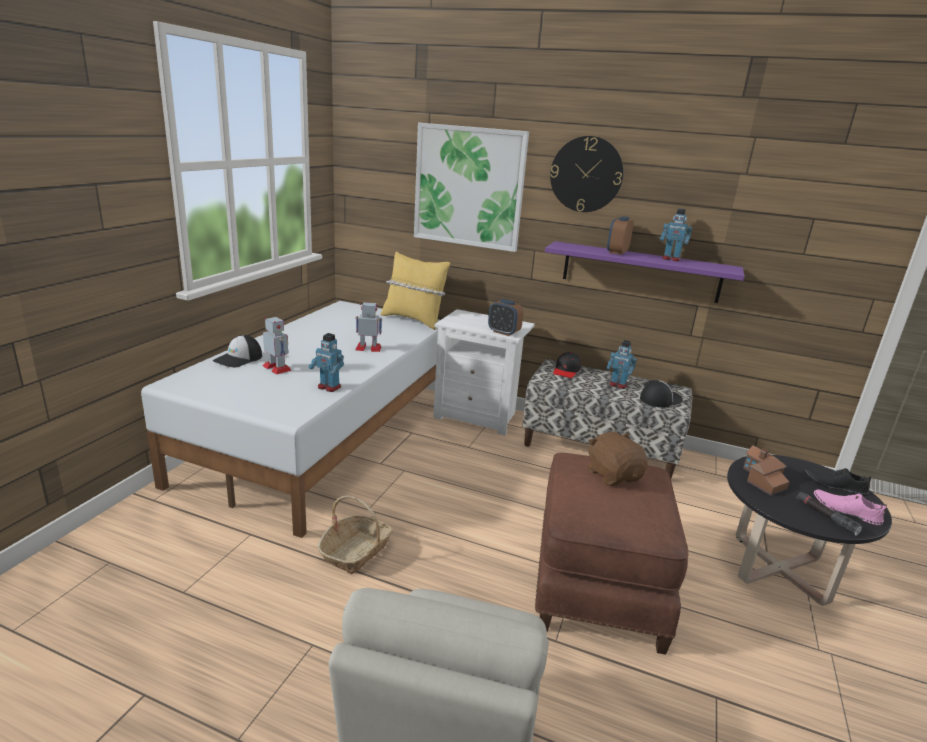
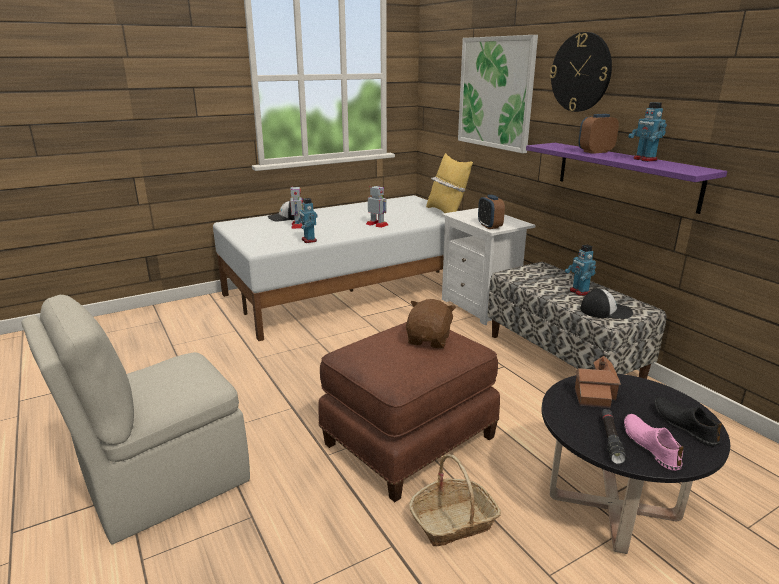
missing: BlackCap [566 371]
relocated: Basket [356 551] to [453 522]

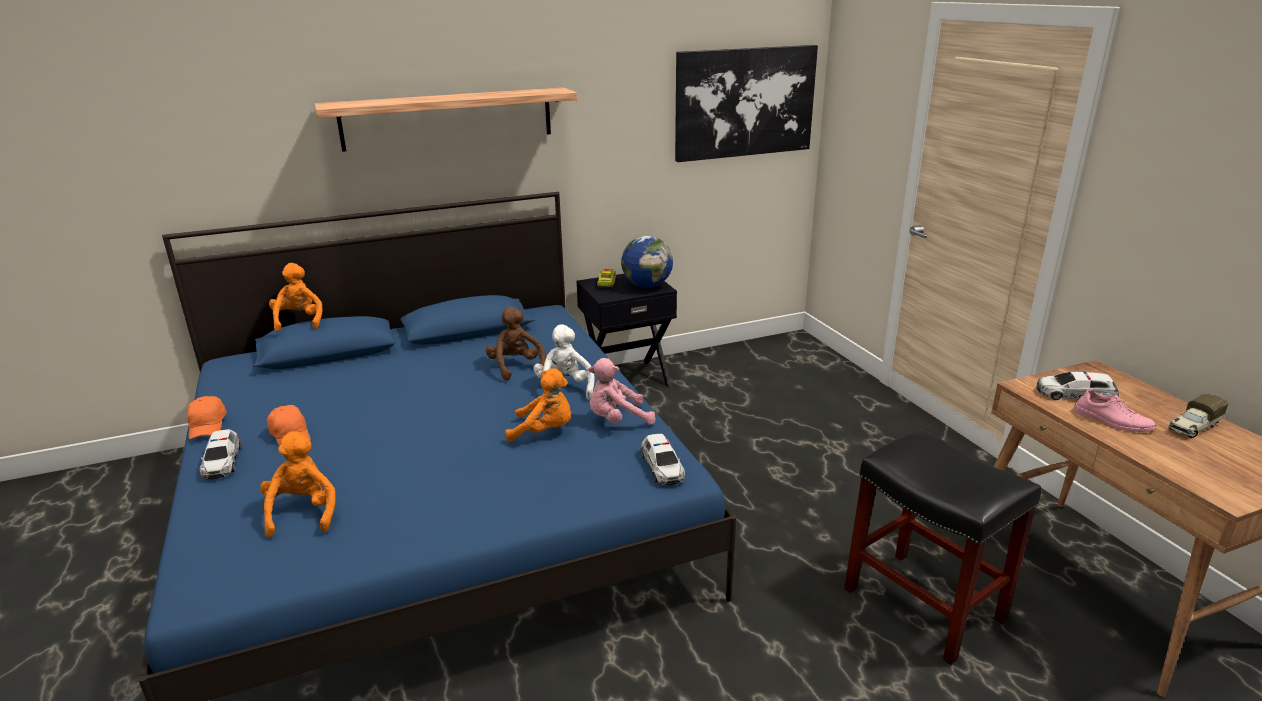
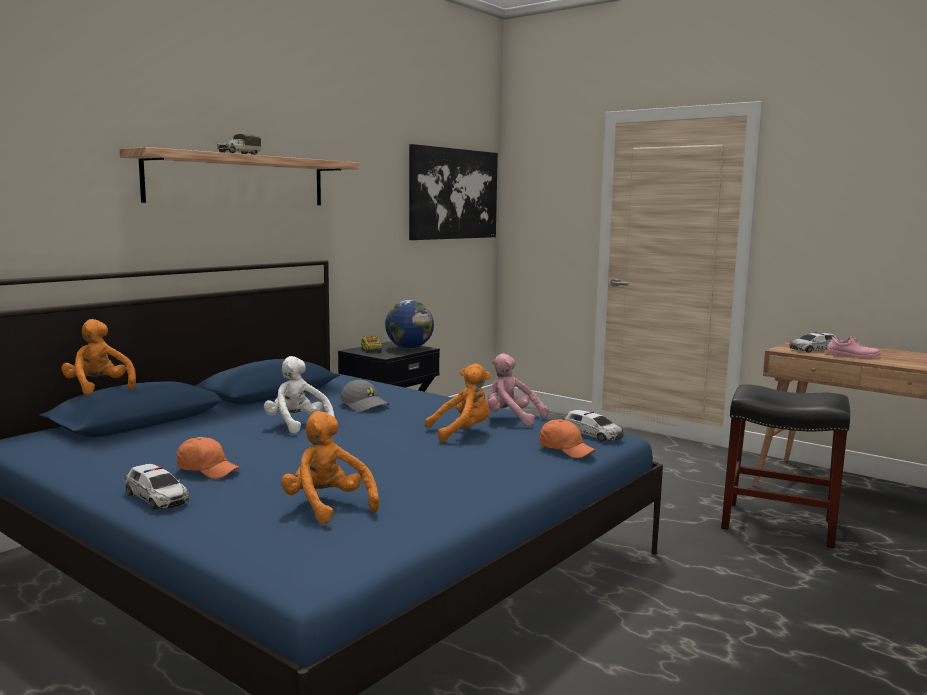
relocated: OrangeCap [208 426] to [566 450]; WhitePlushToy [564 388] to [297 425]; ToyTruck [1192 428] to [238 154]
exchanged: BrownPlushToy [516 367] to GreyCap [365 405]
spun: PinkPlushToy [617 420] = [511 419] 75 degrees clockwise

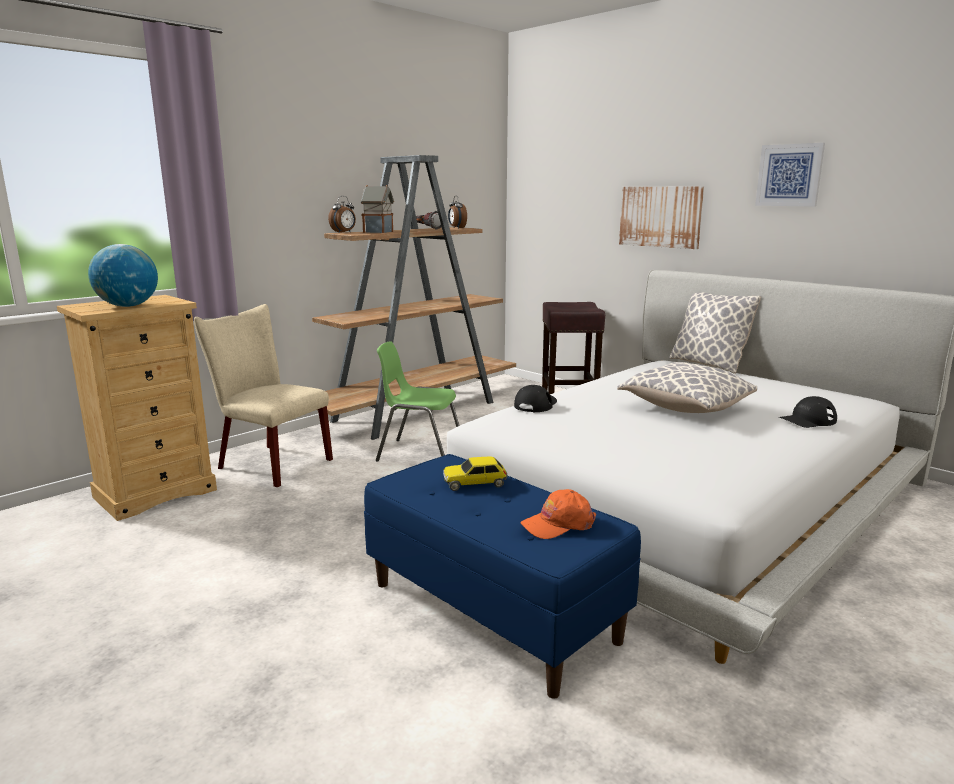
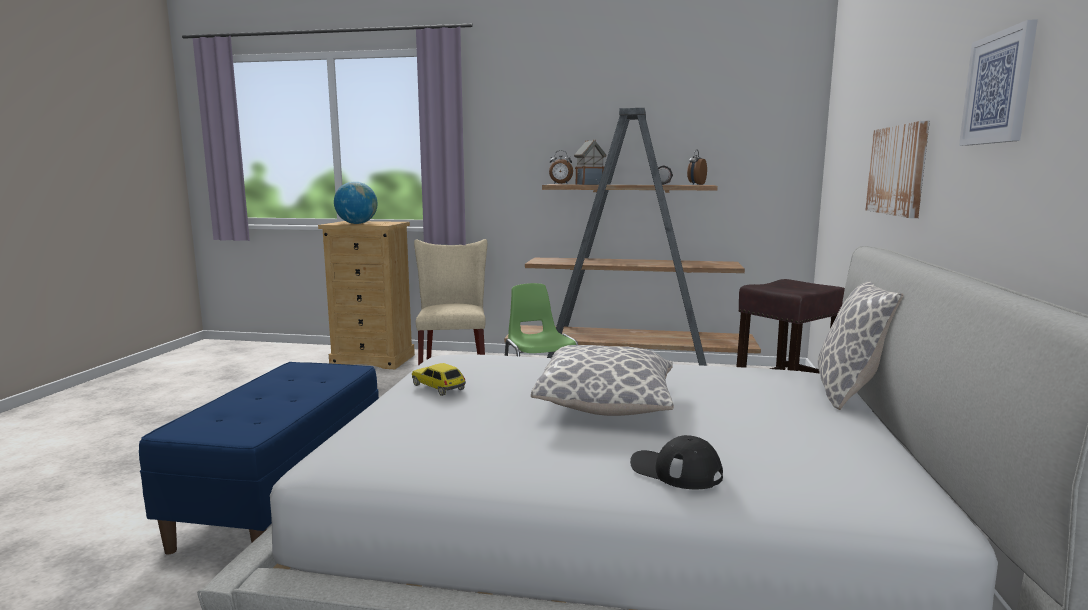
missing: BlackCap [536 404]; OrangeCap [558 524]
relocated: ToyCar [475 483] to [439 387]

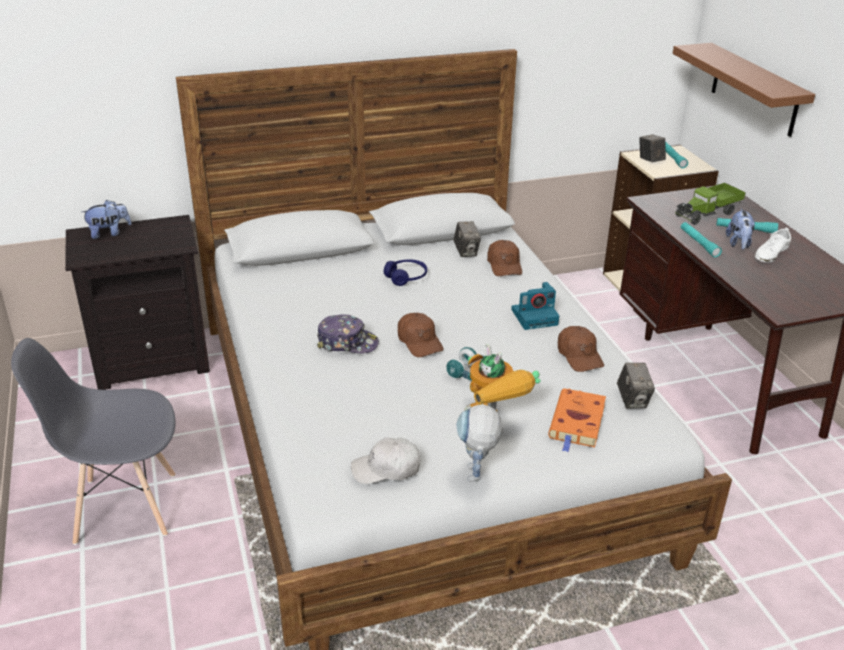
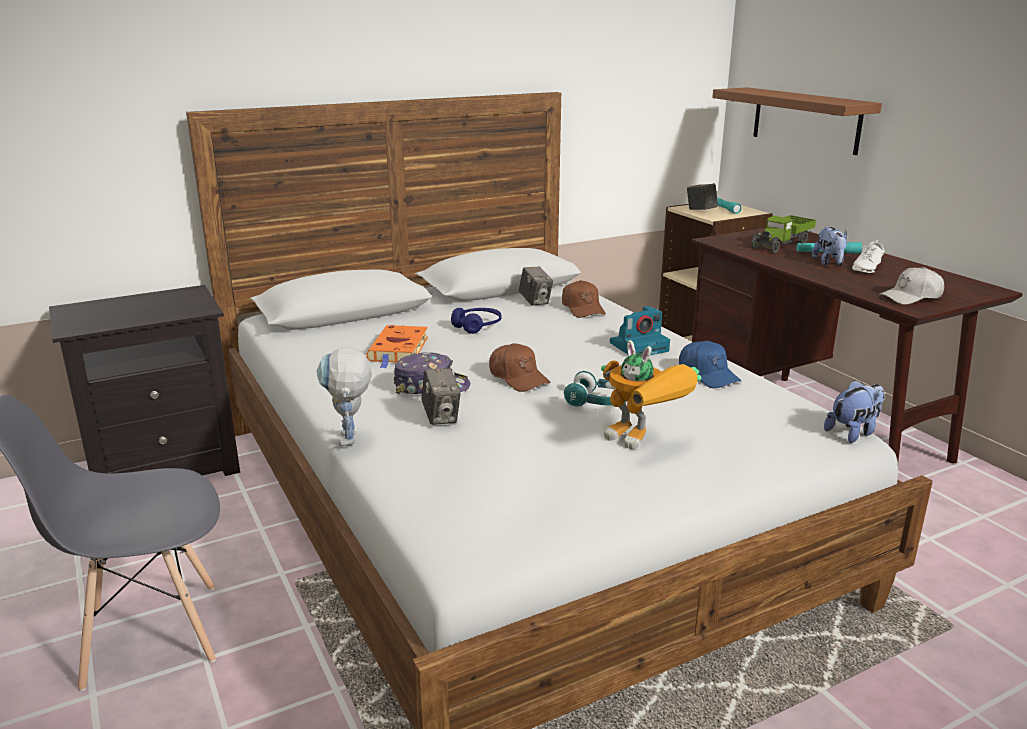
missing: TurquoiseFlashlight [699 243]
relocated: PlushToy [109 233] to [853 432]; WhiteCap [386 469] to [911 297]; ToyRobot [476 478] to [350 443]; OrangeBook [577 423] to [398 350]; PhotoCamera [632 400] to [441 417]
colour: BrownCap [579 355] to BlueCap [708 375]

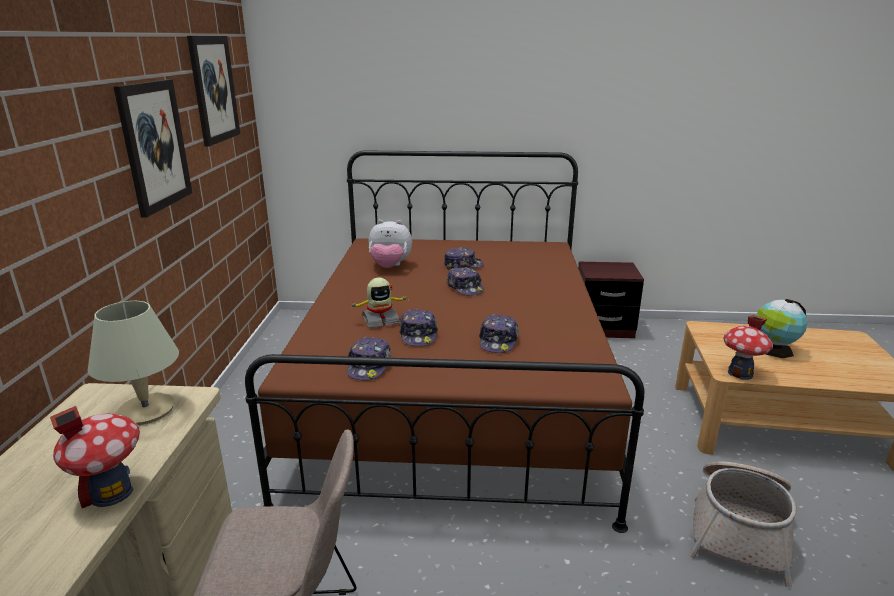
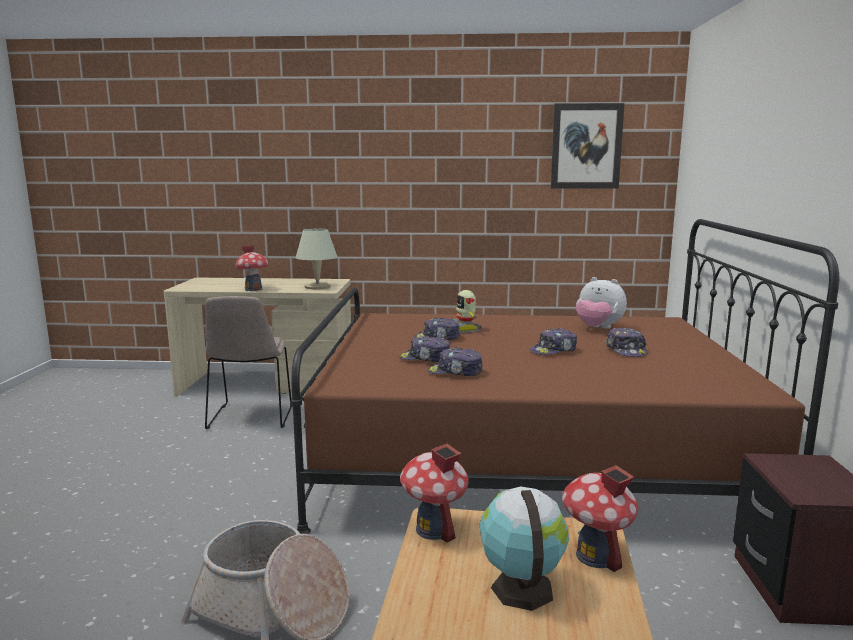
missing: Picture [154 146]
appeared: ToyHouse [595 556]
relocated: Cap [369 366] to [455 372]
spun: PlushToy [390 266] = [598 328] 60 degrees counterclockwise

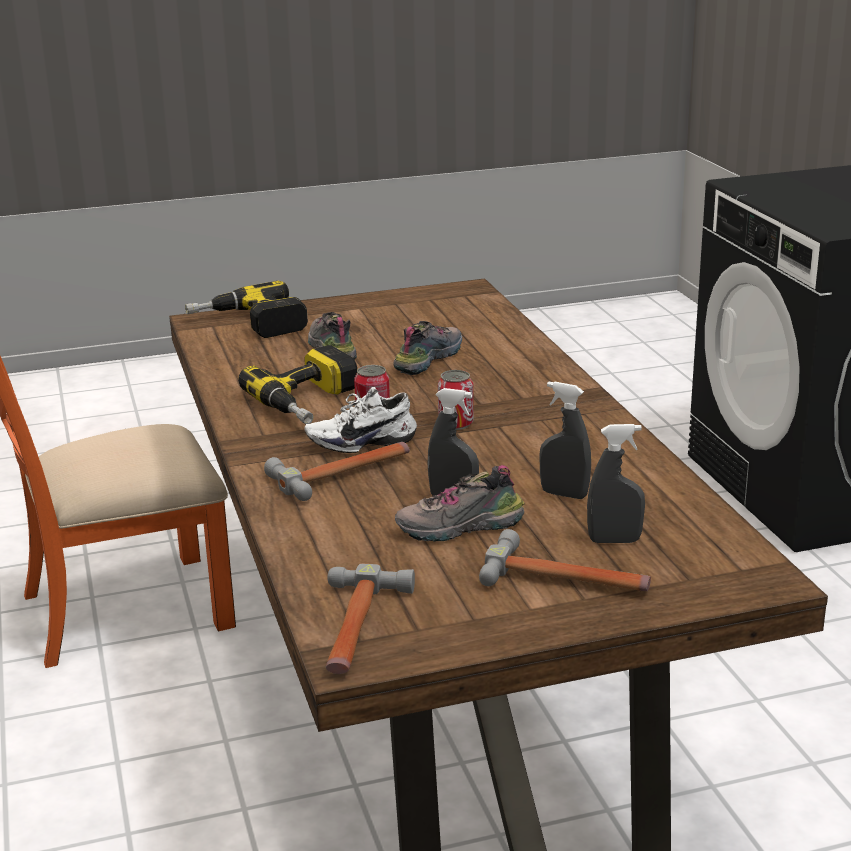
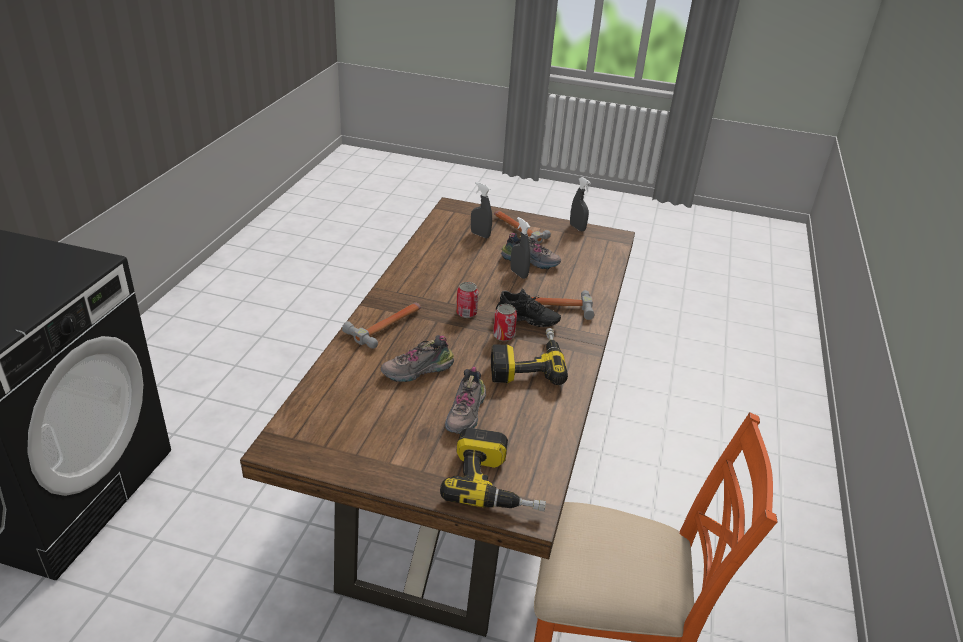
relocated: Hammer [357 629] to [387 326]; GreySprayBottle [564 494] to [577 228]
colour: WhiteShoe [361 442] to BlackShoe [526 322]

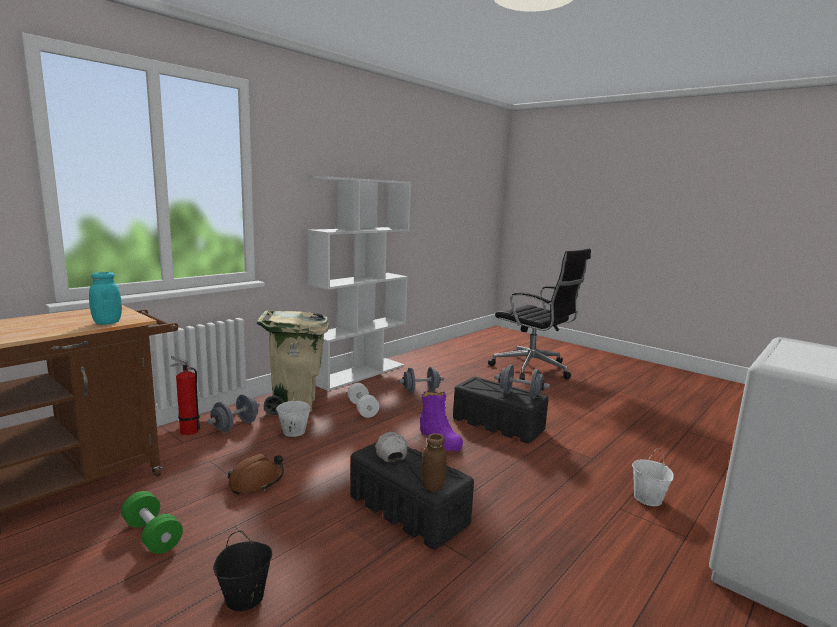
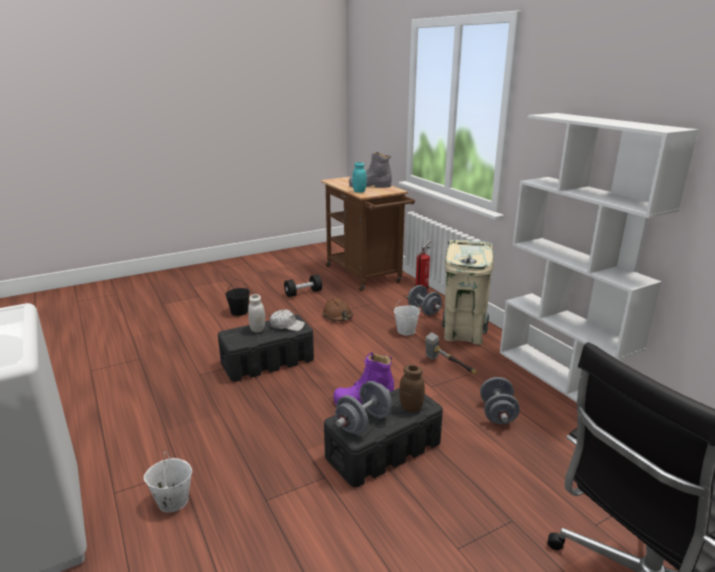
appeared: WhiteJar [257 329]; GreyBoot [370 186]
relocated: BrownJar [433 486] to [411 407]
exchanged: WhiteDumbbell [362 409] to Hammer [447 366]
colour: GreenDumbbell [152 535] to BlackDumbbell [303 293]

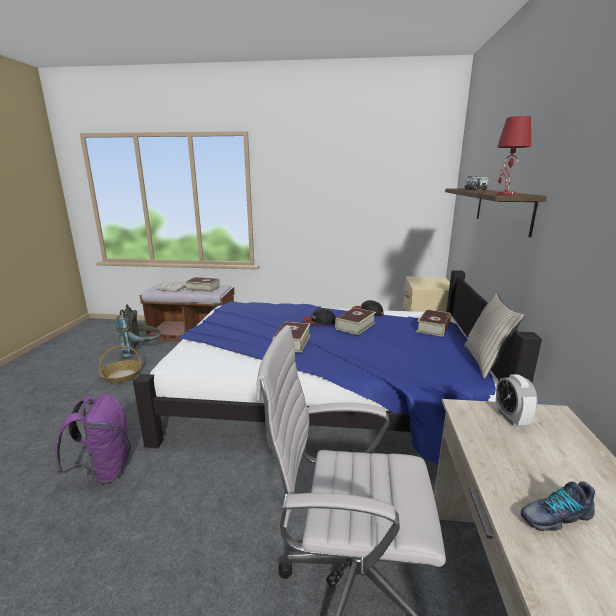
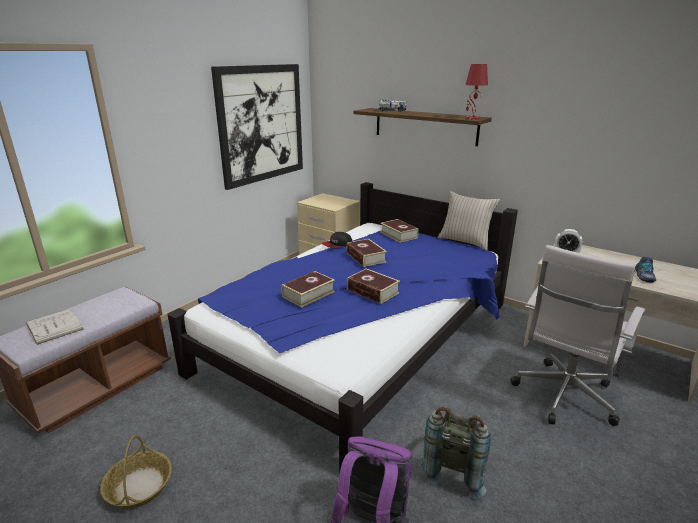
missing: Cap [319 322]
appeared: Picture [261 124]
relocated: GreyBackpack [143 352] to [455 469]; Book [203 288] to [308 294]

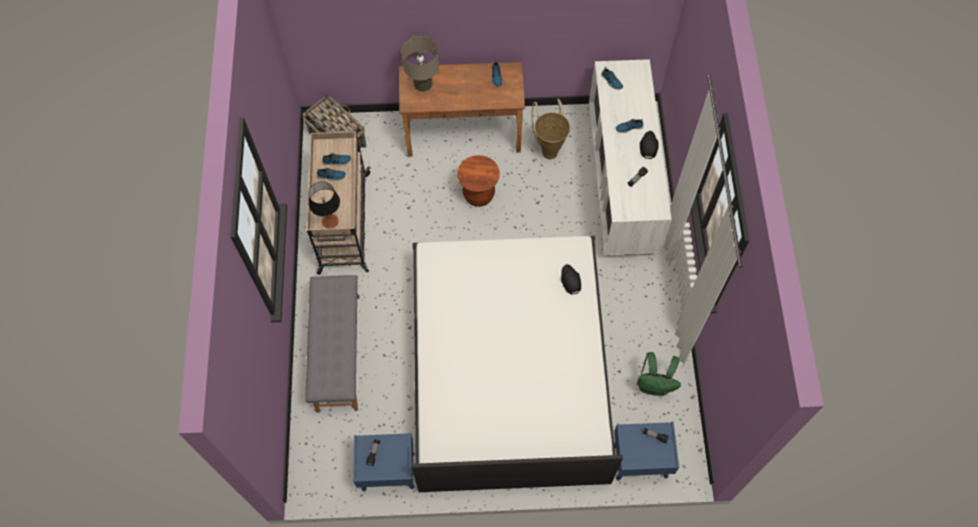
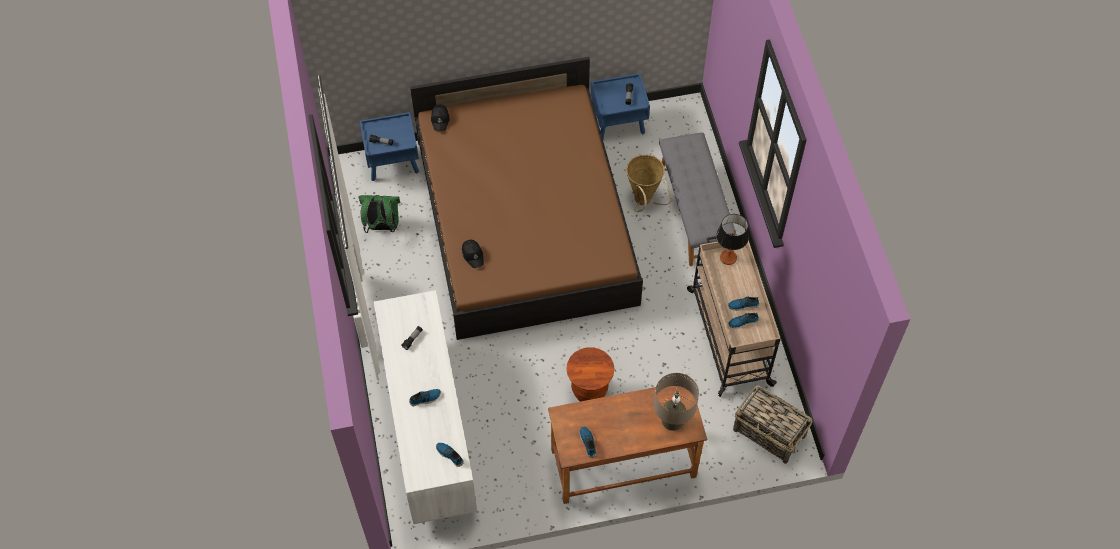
relocated: Basket [549 149] to [644 202]; BlackCap [648 146] to [440 119]
colour: WhiteBed [509 368] to BrownBed [524 221]

